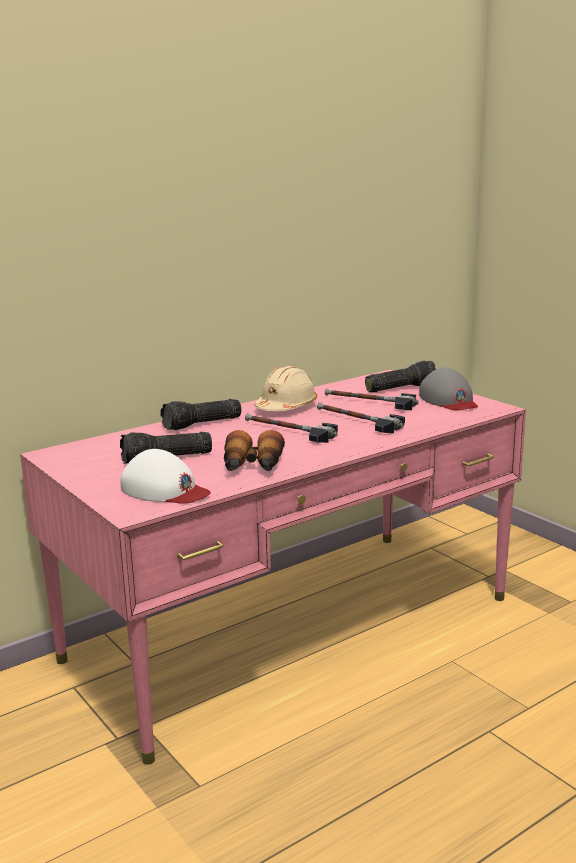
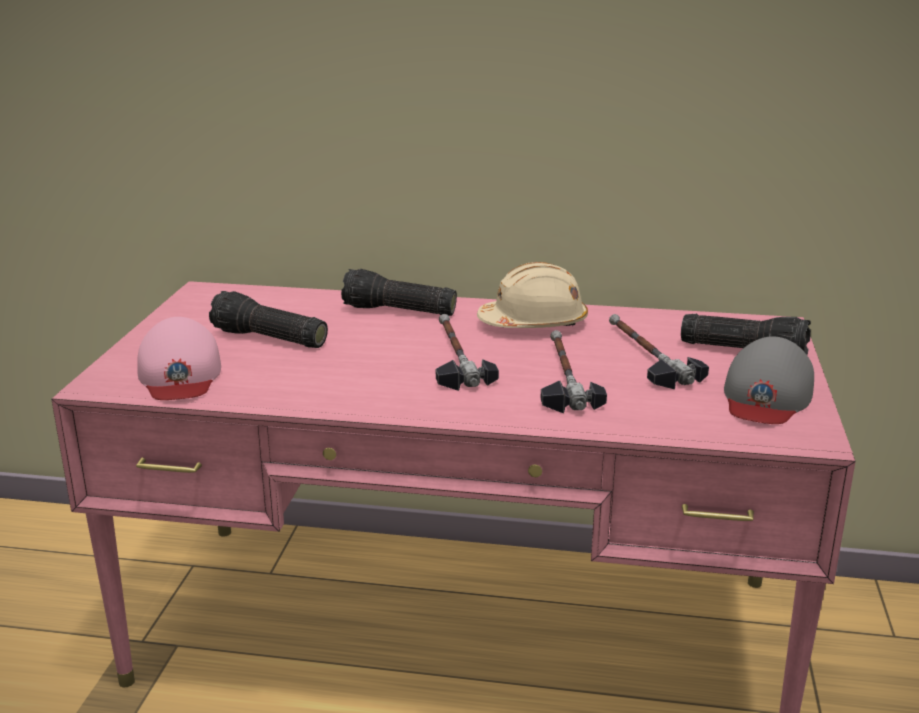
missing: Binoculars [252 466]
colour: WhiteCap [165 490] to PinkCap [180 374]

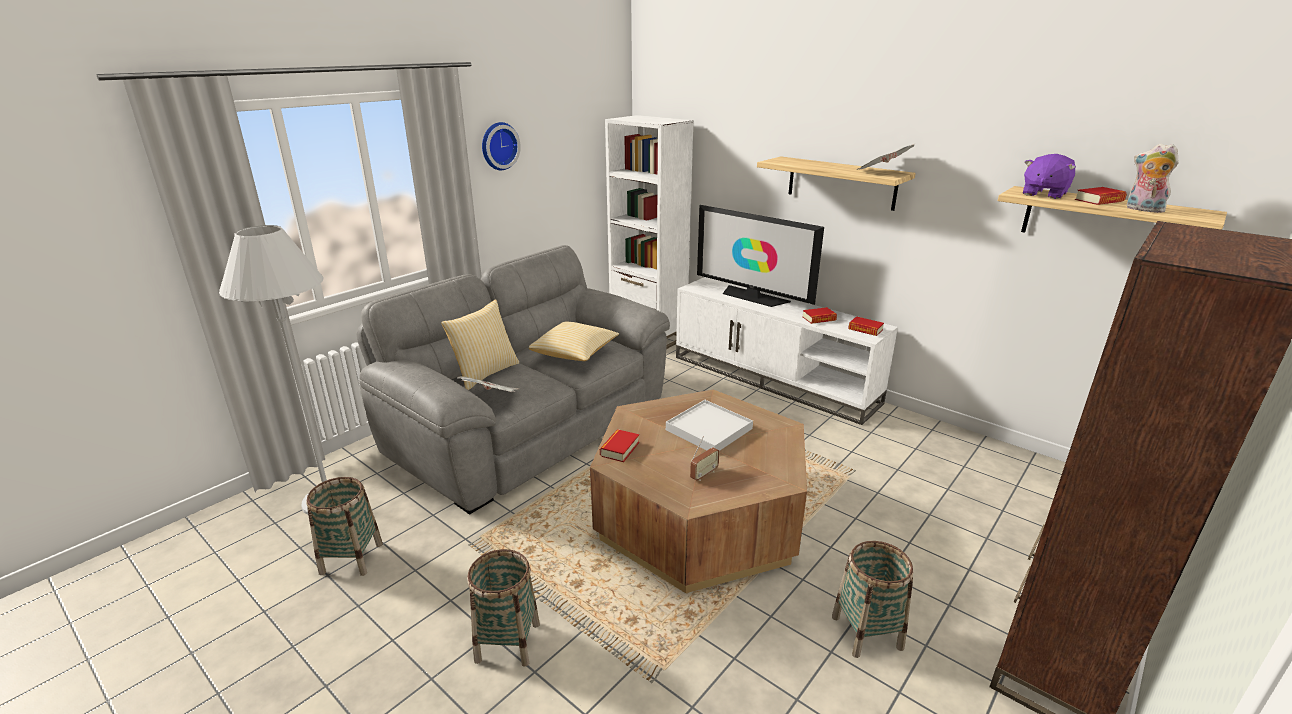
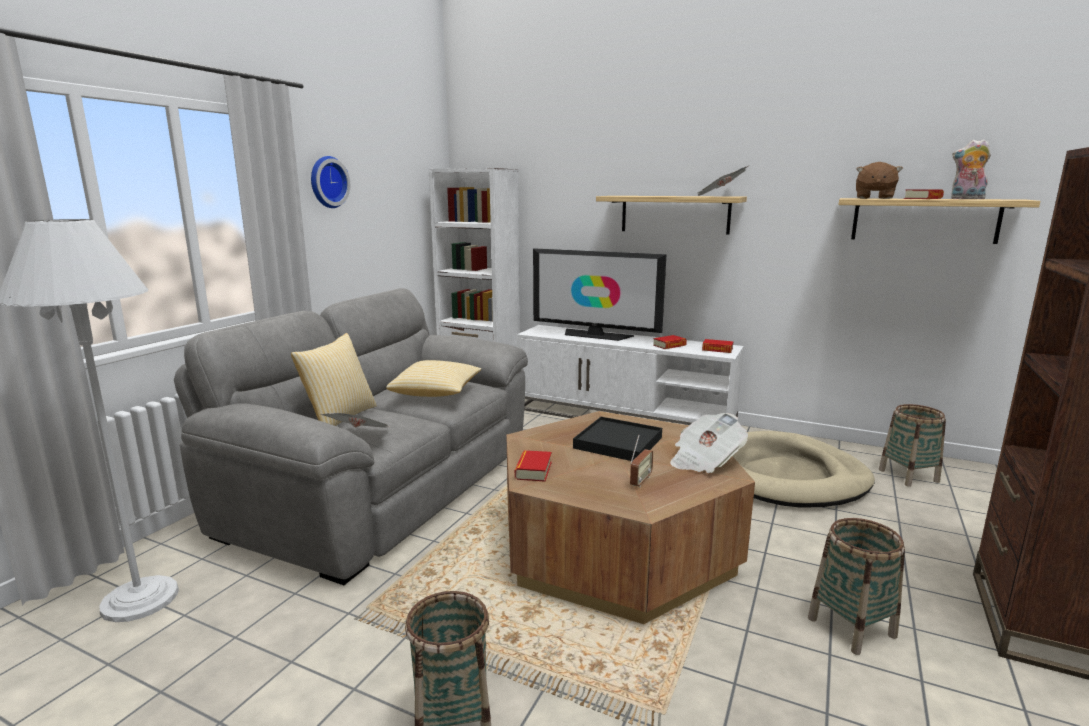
appeared: Newspaper [705 461]; BeigeDogBed [784 476]
relocated: Basket [351 558] to [908 476]
colour: WhiteTray [709 429] to BlackTray [618 443]; PurplePlushToy [1043 194] to BrownPlushToy [873 198]

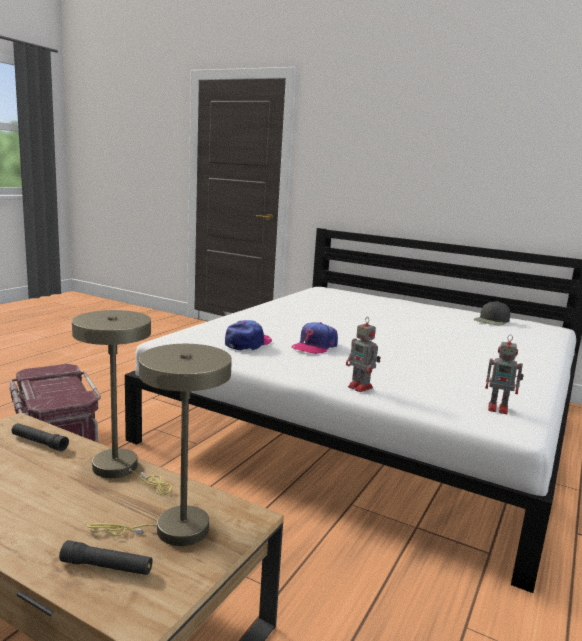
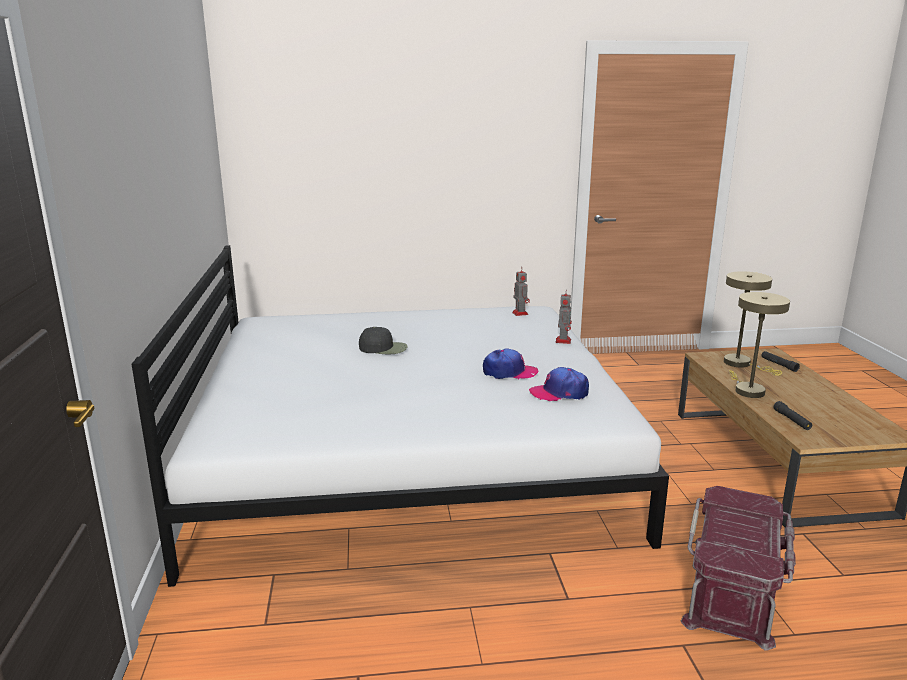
relocated: BlackCap [492 321] to [384 348]

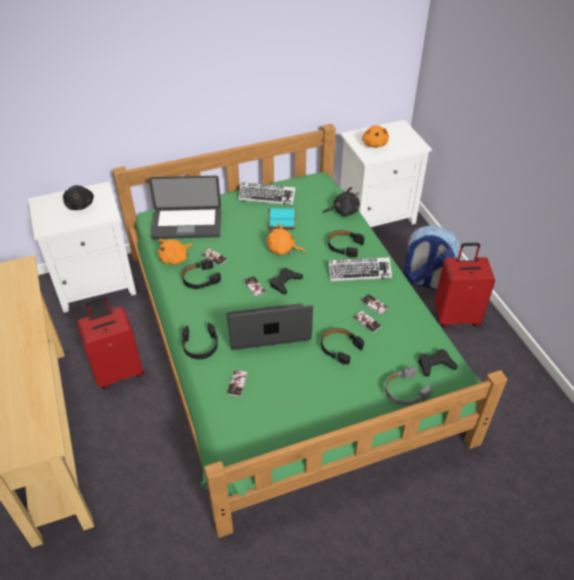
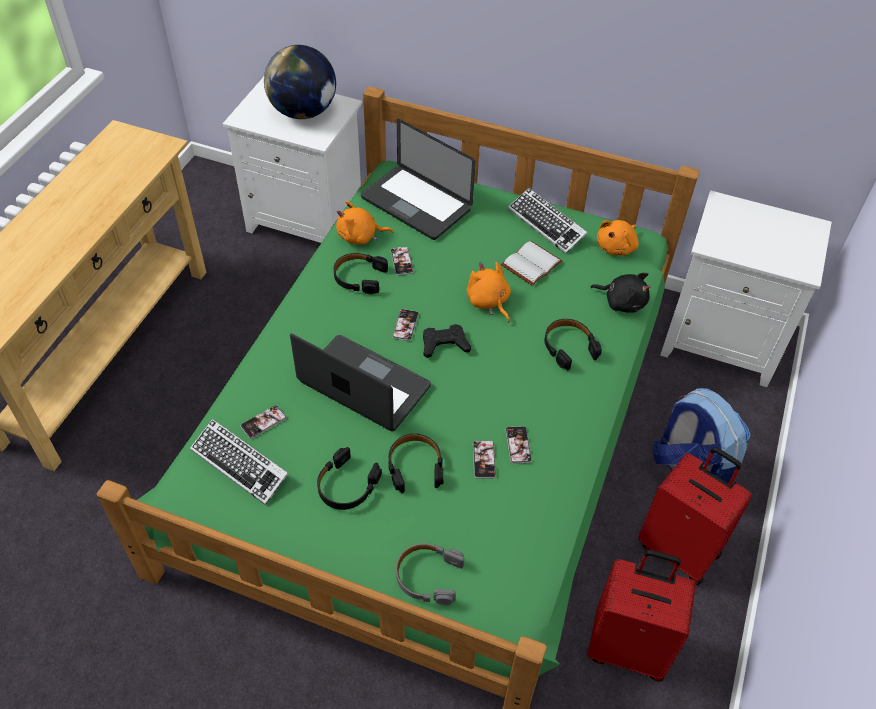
missing: BlackGameController [435 365]
relocated: RedSuitcase [119 372] to [628 646]; BlackHeadphones [200 345] to [346 485]; Keyboard [359 272] to [240 464]; OrangePlushToy [374 144] to [617 247]
exchanged: BlackPlushToy [80 205] to Globe [303 112]
colour: TurquoiseBook [281 219] to WhiteBook [530 263]

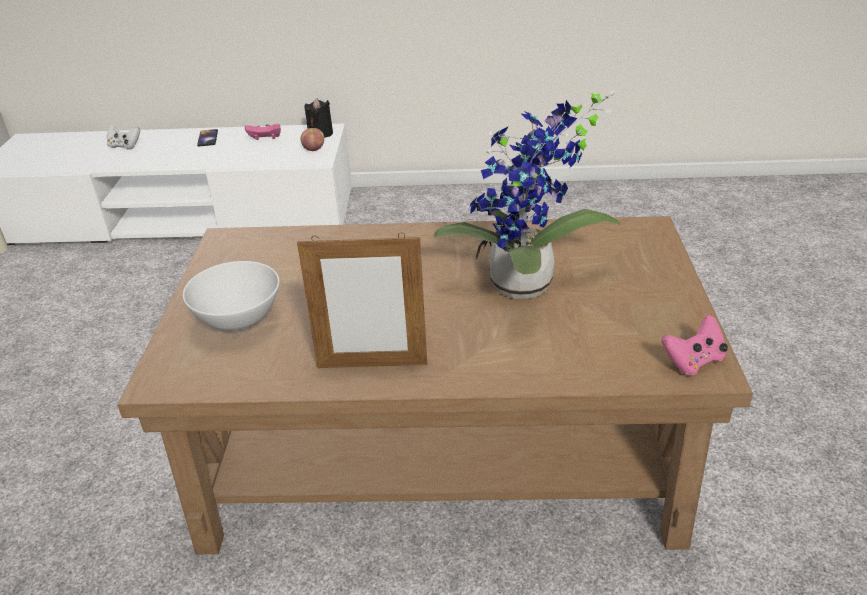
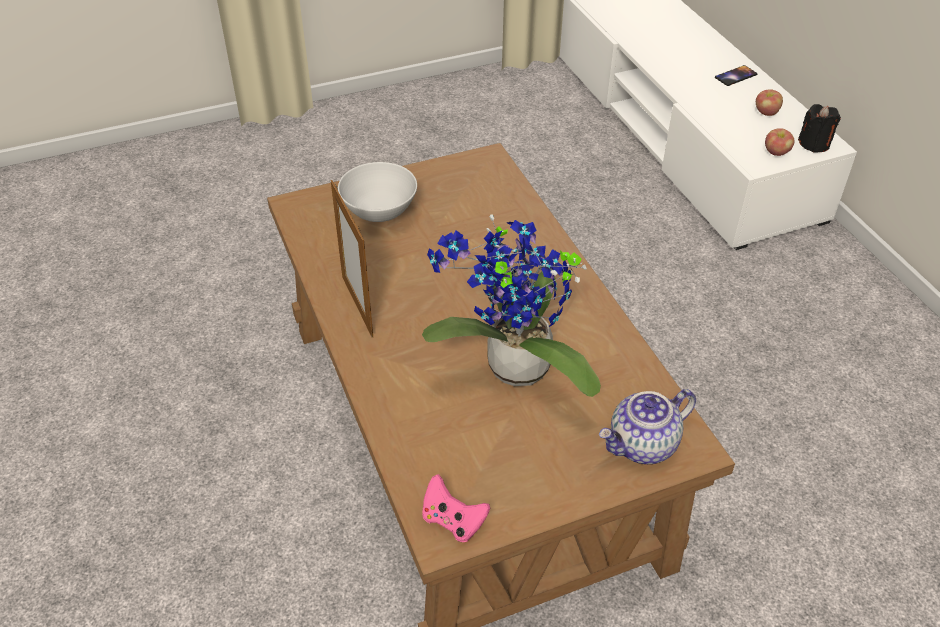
missing: WhiteGameController [125 146]
appeared: Teapot [643 445]
exchanged: PinkGameController [265 140] to Apple [766 113]

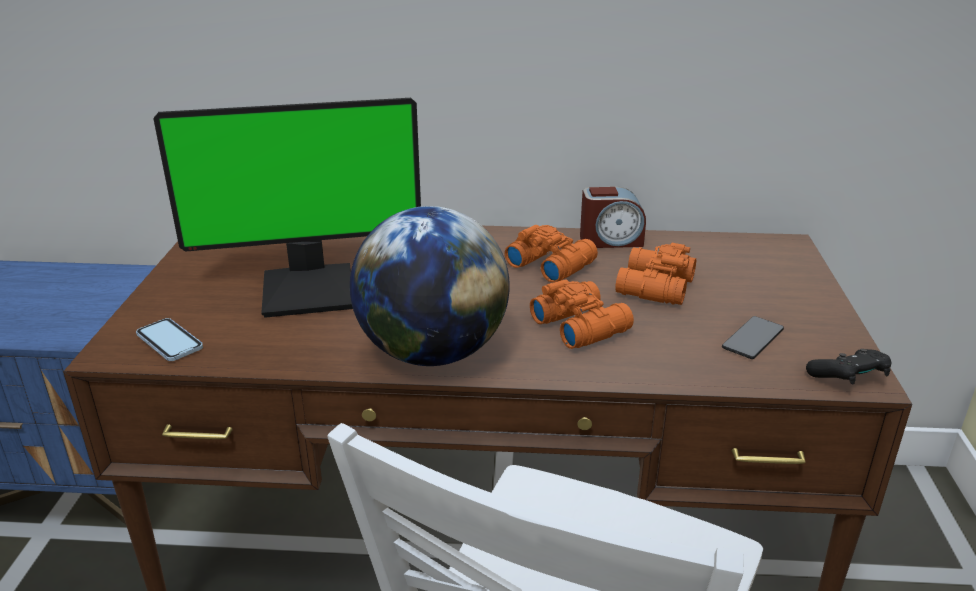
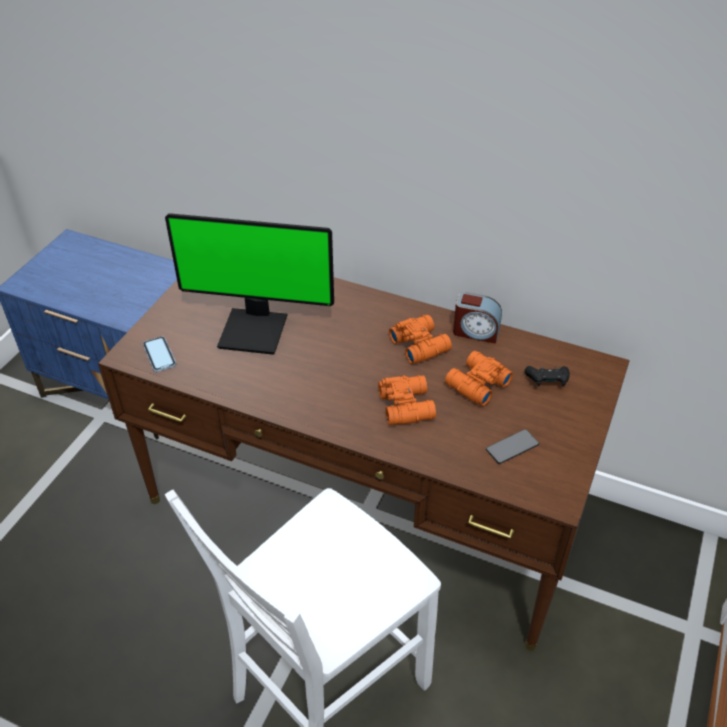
missing: Globe [432 353]
relocated: BlackGameController [848 379] to [547 381]

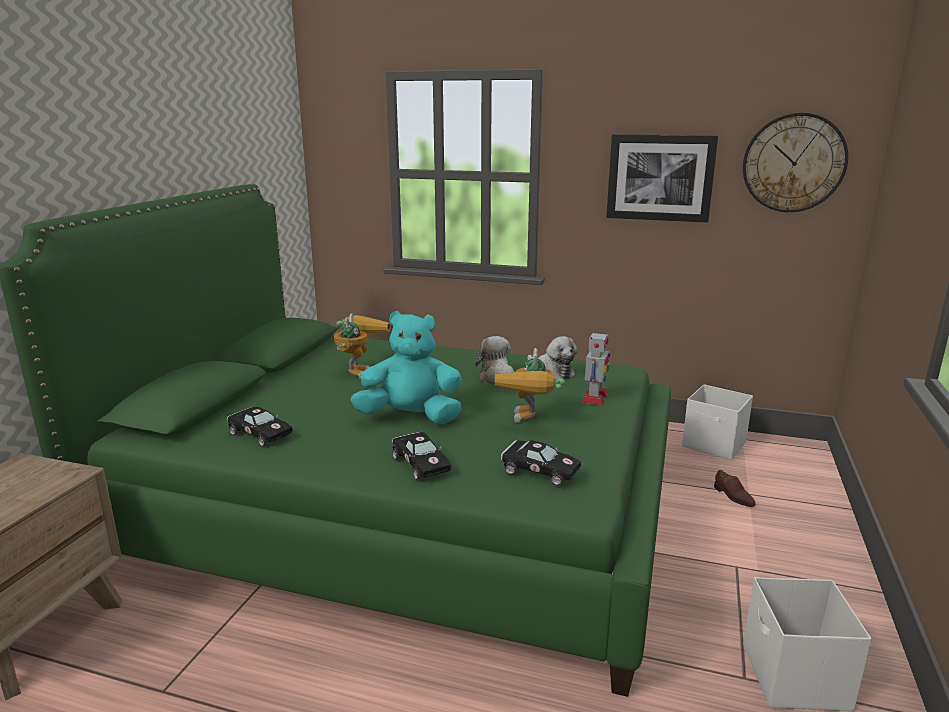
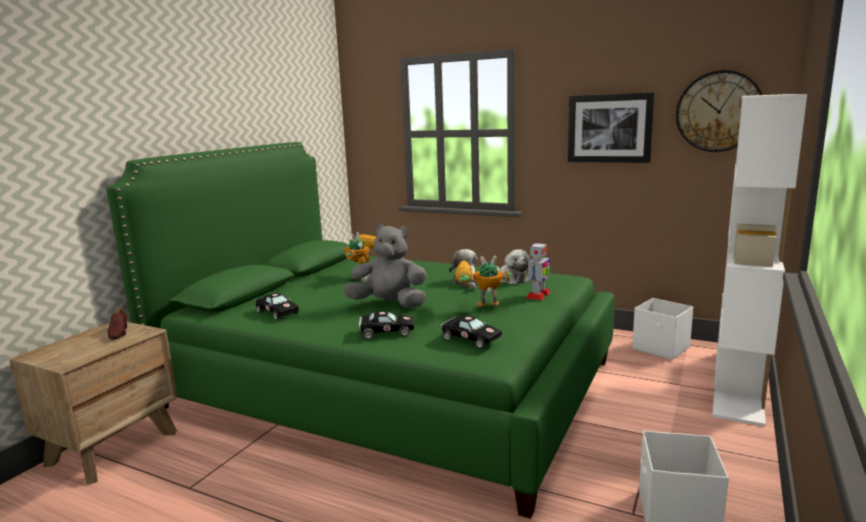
appeared: WhiteBookcase [739 385]
relocated: BrownShoe [733 496] to [118 333]
colour: TurquoisePlushToy [411 417] to GreyPlushToy [389 304]
spun: BlackToyCar [420 463] = [384 332] 75 degrees counterclockwise; ToyRobot [530 422] = [479 310] 75 degrees clockwise

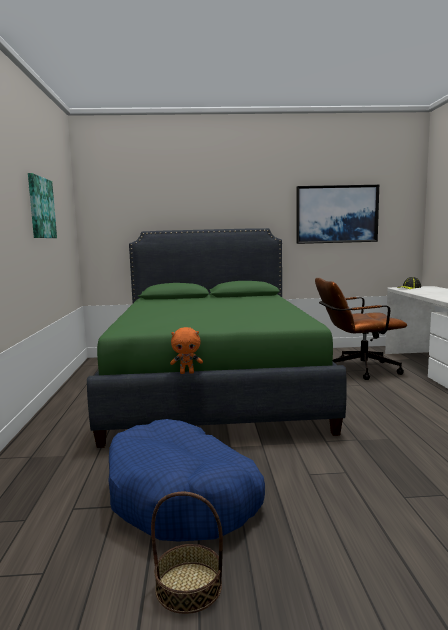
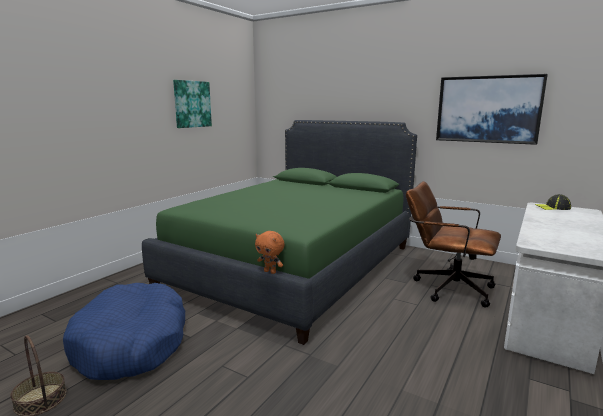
relocated: OrangePlushToy [187 373] to [270 272]

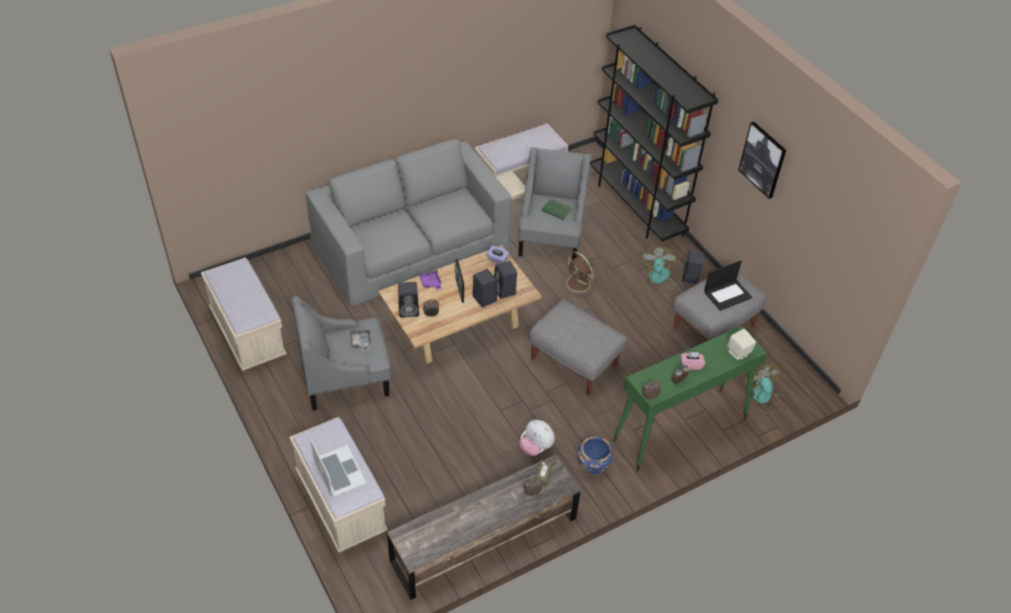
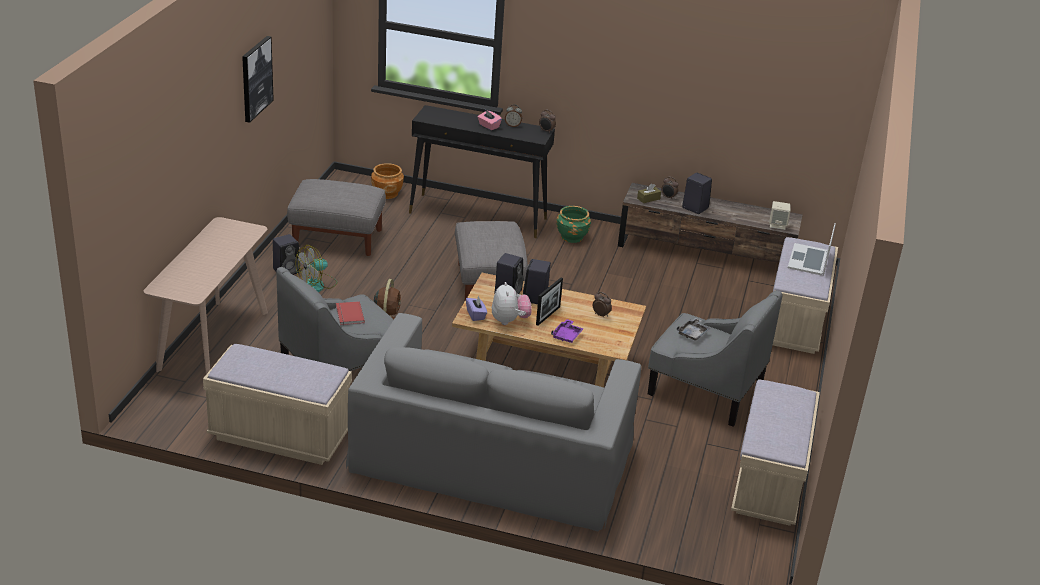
missing: Laptop [727 294]
relocated: BlackSpeaker [409 310] to [694 208]; PlushToy [535 447] to [509 320]; BeigeSpeaker [738 352] to [777 225]
exchanged: BlackBookcase [636 206] to BeigeConsoleTable [213 340]; Fan [765 398] to BrownPlanter [387 193]
colour: GreenBook [557 210] to RedBook [348 315]; BluePlanter [593 465] to GreenPlanter [571 237]; GreenConsoleTable [679 430] to BlackConsoleTable [478 216]

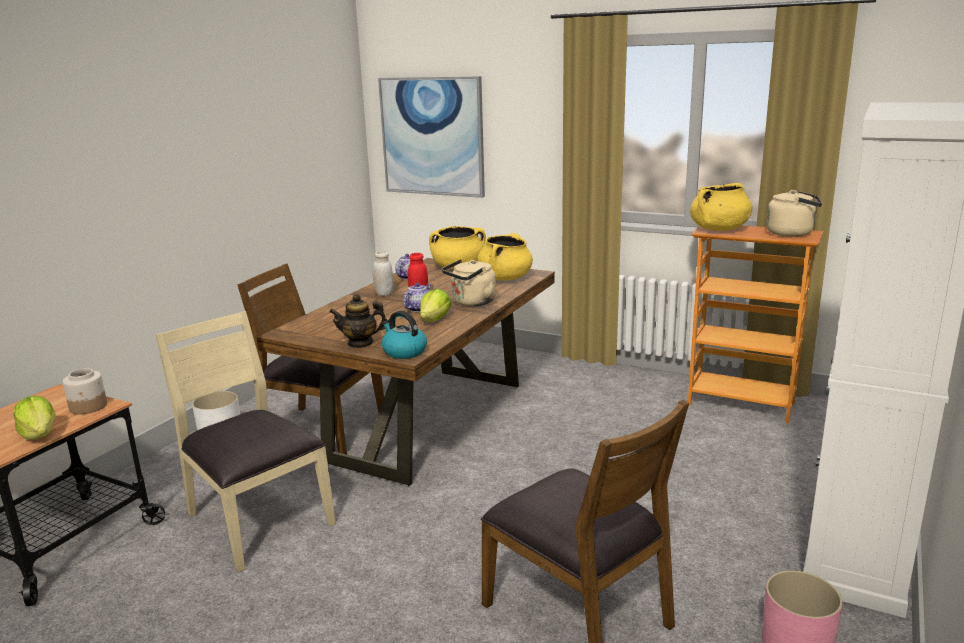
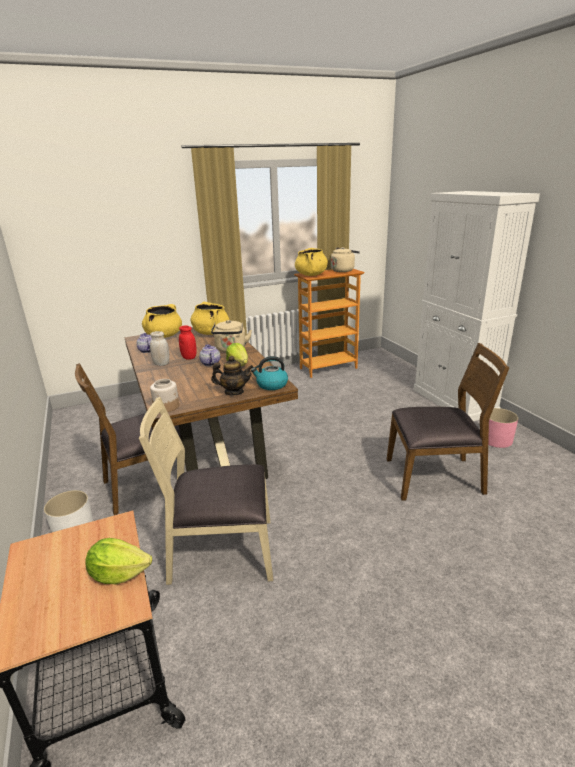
missing: Picture [432 136]
relocated: Jar [88 407] to [166 406]
spun: Teapot [360 343] = [234 392] 120 degrees counterclockwise

